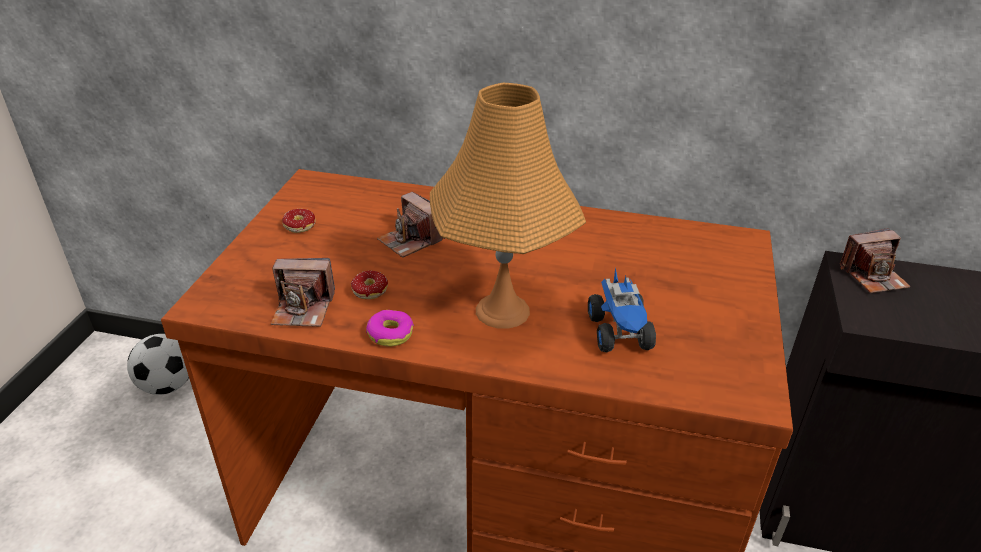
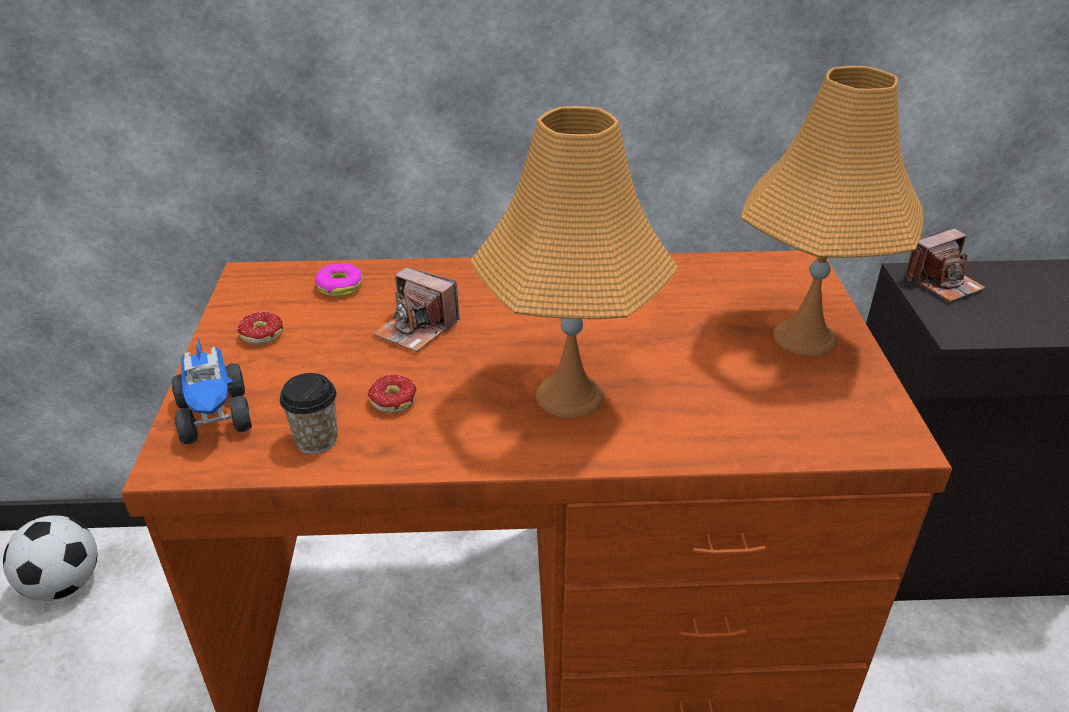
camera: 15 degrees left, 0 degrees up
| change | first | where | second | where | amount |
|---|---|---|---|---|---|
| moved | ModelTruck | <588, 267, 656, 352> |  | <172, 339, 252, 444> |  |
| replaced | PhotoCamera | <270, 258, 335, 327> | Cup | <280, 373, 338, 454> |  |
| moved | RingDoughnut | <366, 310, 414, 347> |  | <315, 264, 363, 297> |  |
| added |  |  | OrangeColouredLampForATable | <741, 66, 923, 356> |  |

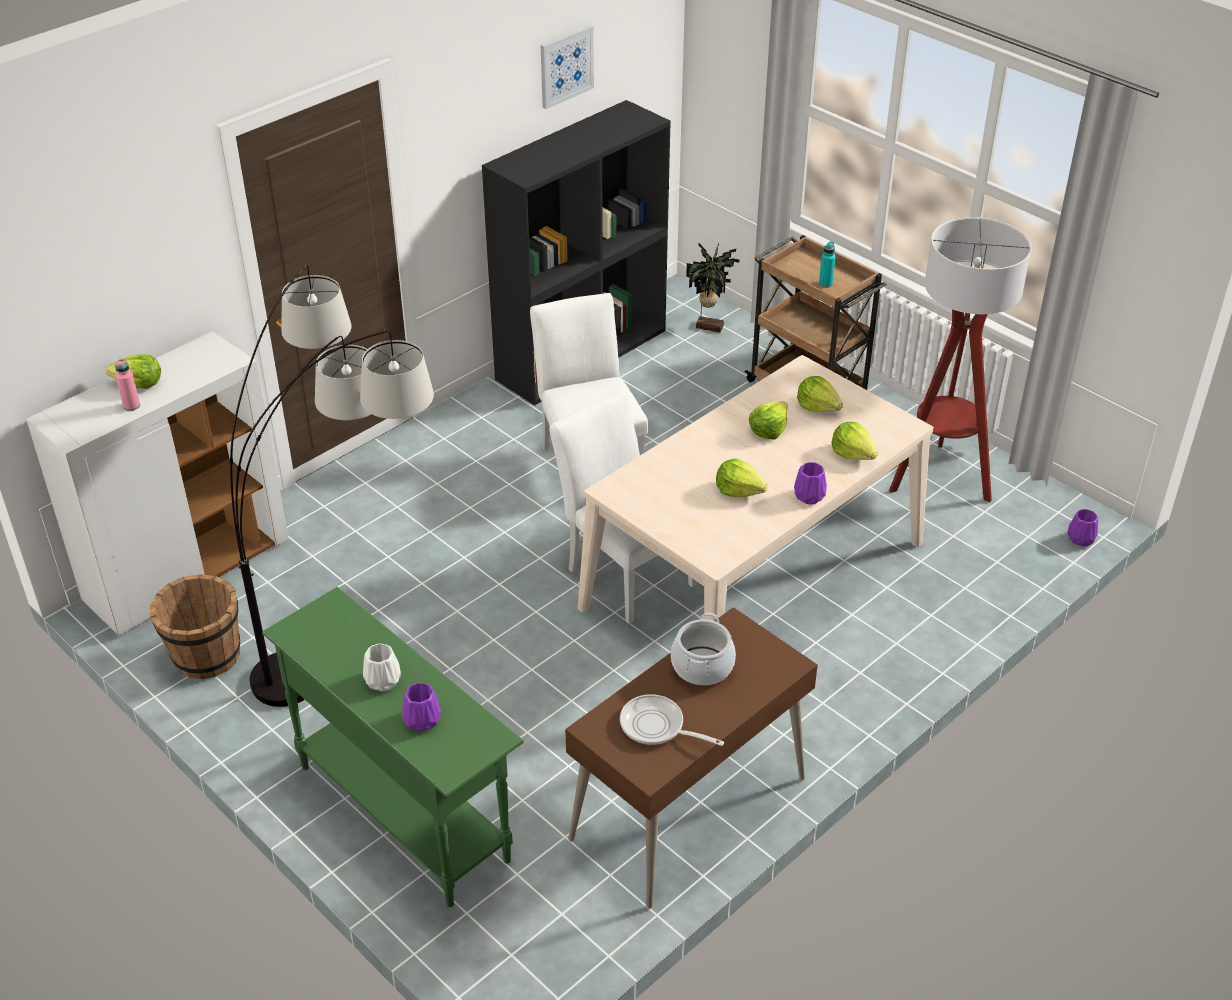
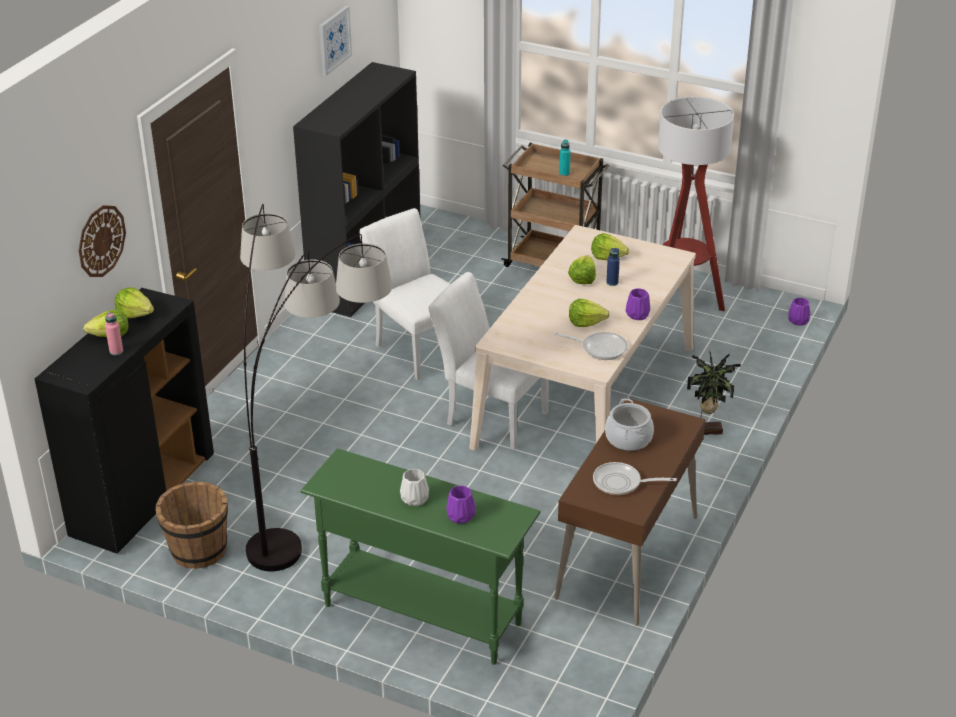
camera: 20 degrees left, 5 degrees down
| change | first | where | second | where | amount |
|---|---|---|---|---|---|
| recoloured | WhiteColouredStorageCabinet | <26, 332, 289, 636> | BlackStorageCabinet | <35, 288, 214, 554> |  |
| added |  |  | ClockOnTheWall | <78, 205, 126, 277> |  |
| moved | Lettuce | <831, 422, 878, 460> |  | <115, 287, 154, 318> |  |
| added |  |  | FryingPan | <553, 332, 628, 360> |  |
| added |  |  | BluishBeverageBottle | <606, 248, 620, 286> |  |
| moved | Houseplant | <686, 243, 740, 333> |  | <687, 351, 741, 435> |  |

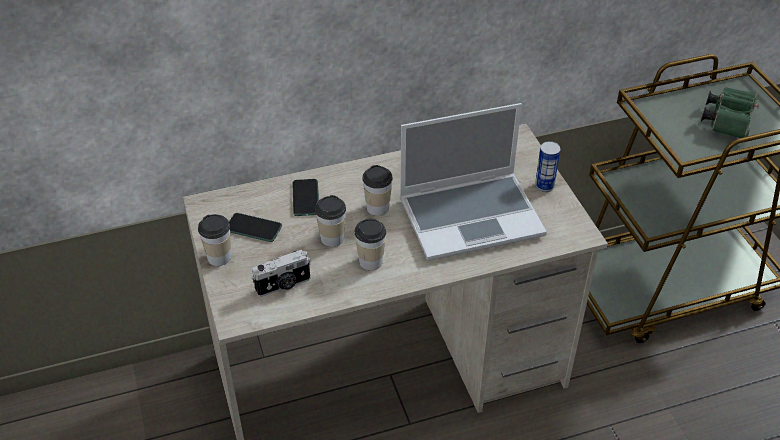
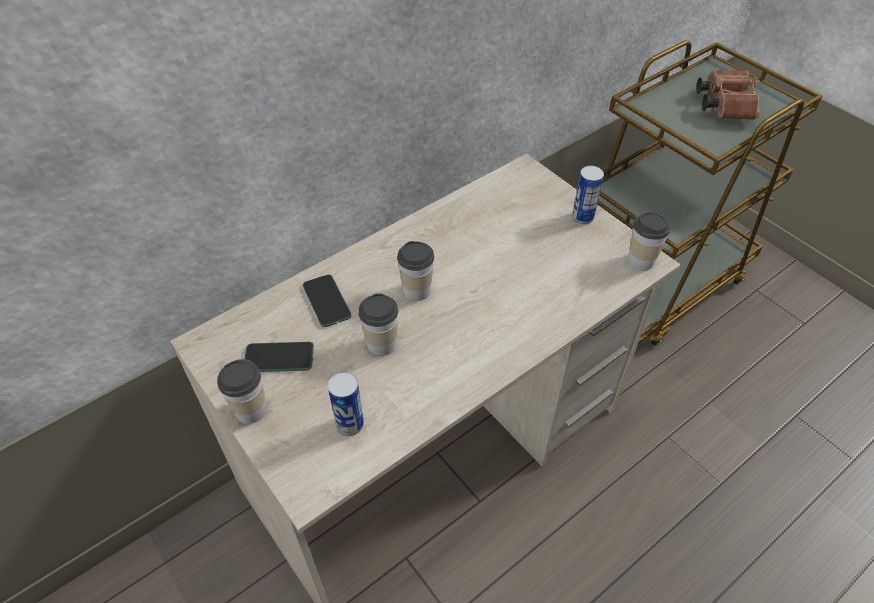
camera: 20 degrees left, 5 degrees up
| change | first | where | second | where | amount |
|---|---|---|---|---|---|
| replaced | PhotoCamera | <252, 250, 311, 297> | SealedCan | <328, 372, 364, 436> |  |
| moved | Cup | <355, 219, 386, 271> |  | <628, 212, 670, 271> |  |
| recoloured | GreenishBinoculars | <701, 87, 759, 138> | BrownColouredBinoculars | <696, 70, 760, 120> |  |
| removed | PortableComputer | <400, 103, 547, 261> |  |  |  |

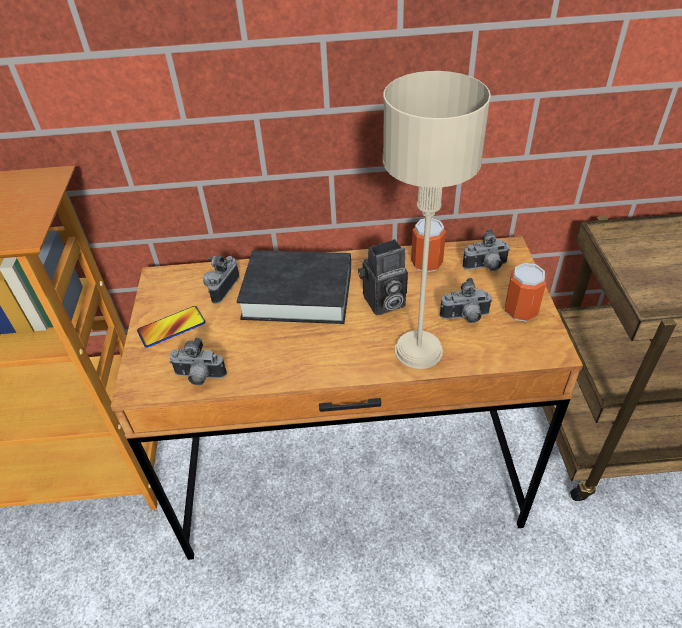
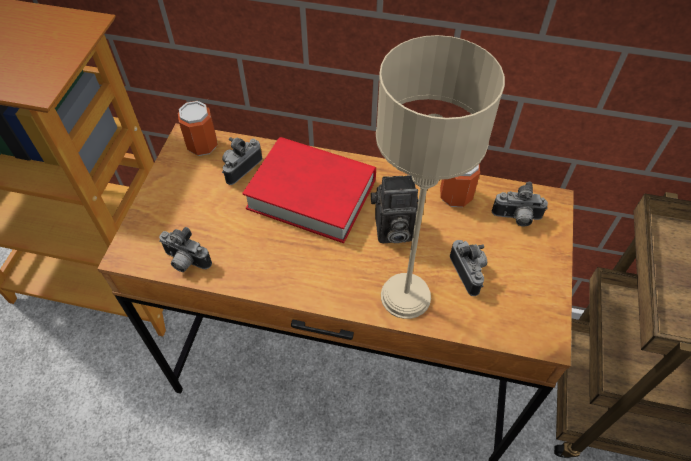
camera: 15 degrees right, 10 degrees up
| change | first | where | second | where | amount |
|---|---|---|---|---|---|
| moved | SealedCan | <505, 263, 546, 322> |  | <178, 101, 218, 156> |  |
| recoloured | BlackBook | <236, 250, 351, 324> | RedBook | <242, 137, 376, 243> |  |
| turned | PhotoCamera | <440, 278, 492, 323> |  | <450, 240, 487, 296> | 120 degrees counterclockwise |
| removed | Phone | <137, 306, 206, 348> |  |  |  |

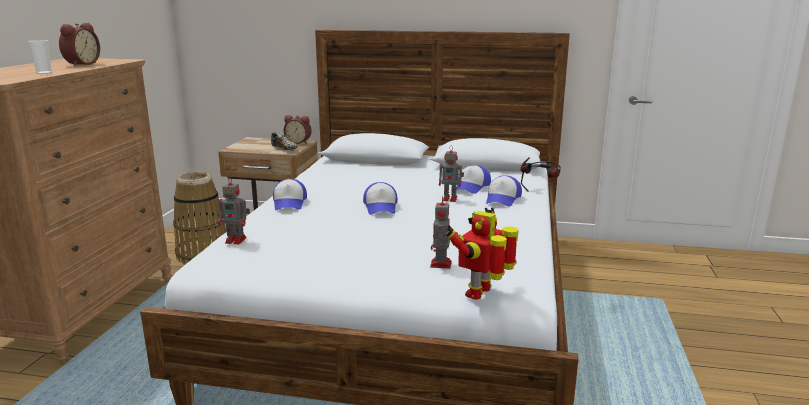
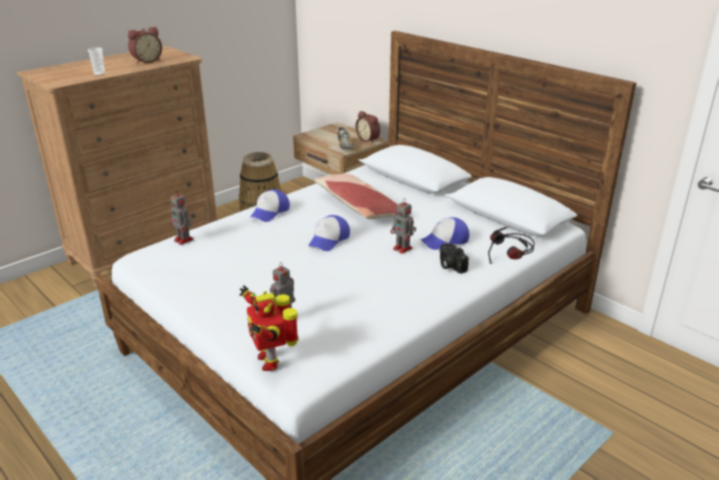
camera: 35 degrees right, 10 degrees up
| change | first | where | second | where | amount |
|---|---|---|---|---|---|
| turned | RobotFigure | <446, 208, 519, 300> |  | <240, 285, 299, 371> | 90 degrees counterclockwise |
| added |  |  | ThrowPillow | <314, 174, 398, 219> |  |
| replaced | BaseballCap | <486, 175, 522, 207> | PhotoCamera | <439, 243, 469, 274> |  |

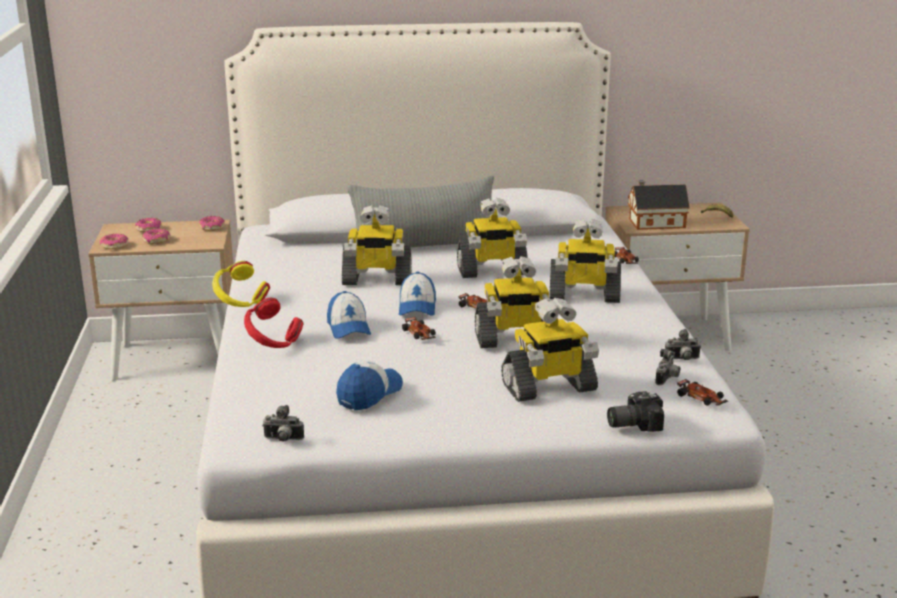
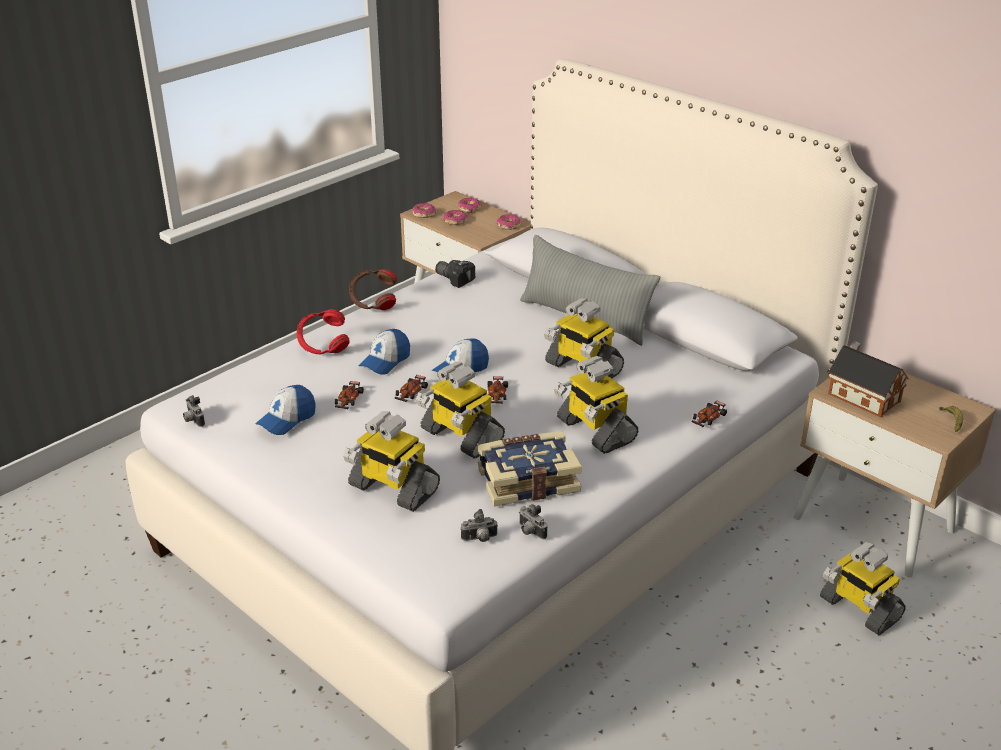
camera: 50 degrees right, 10 degrees up
| change | first | where | second | where | amount |
|---|---|---|---|---|---|
| turned | BaseballCap | <336, 360, 403, 410> |  | <255, 385, 316, 435> | 135 degrees clockwise |
| moved | ModelCar | <677, 379, 728, 406> |  | <335, 381, 364, 409> |  |
| recoloured | YellowColouredHeadphones | <212, 261, 270, 307> | BrownColouredHeadphones | <349, 269, 397, 310> |  |
| moved | PhotoCamera | <607, 391, 664, 432> |  | <435, 260, 475, 288> |  |
| added |  |  | Book | <478, 431, 582, 507> |  |
| moved | RobotFigure | <342, 205, 412, 285> |  | <820, 542, 906, 635> |  |

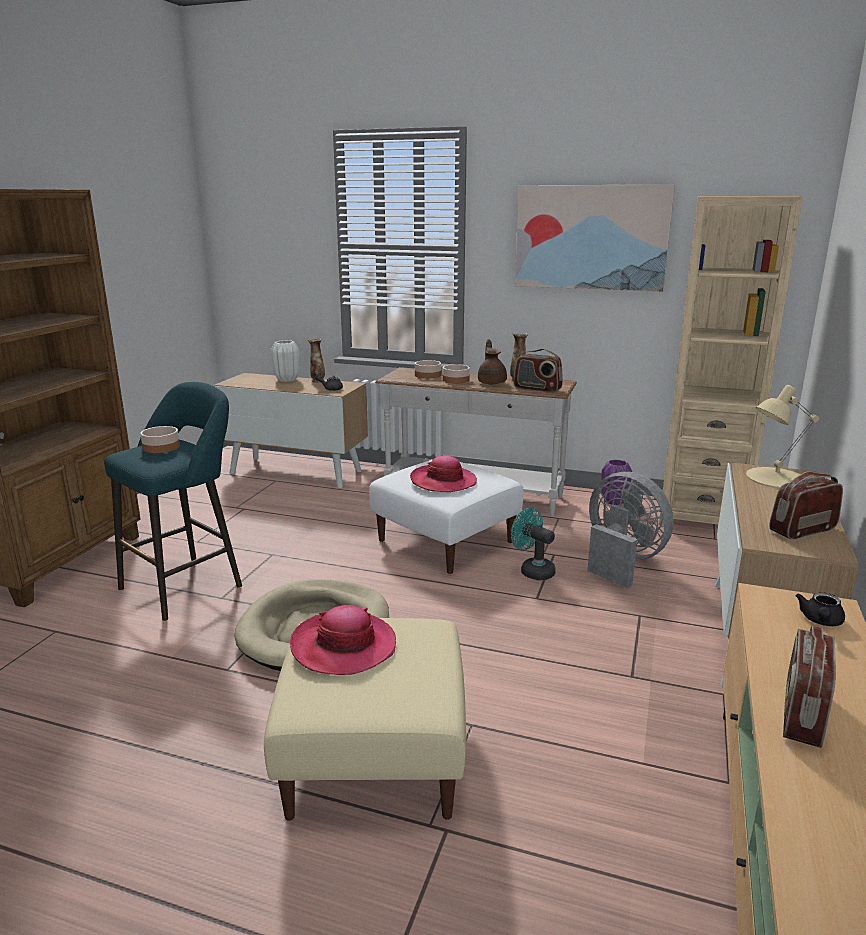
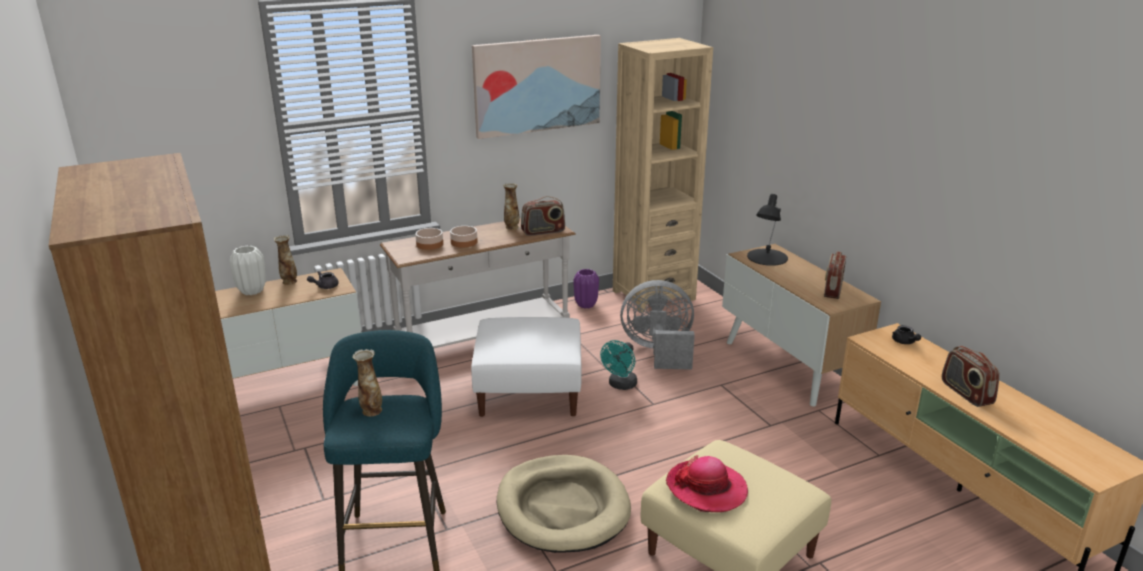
camera: 45 degrees left, 5 degrees up
| change | first | where | second | where | amount |
|---|---|---|---|---|---|
| replaced | DeepDish | <140, 426, 180, 453> | Vase | <352, 349, 382, 417> |  |
| turned | BlueGreenCoolingFan | <511, 508, 556, 580> |  | <600, 340, 637, 390> | 60 degrees counterclockwise |
| recoloured | BeigeColouredLampForATable | <746, 385, 819, 488> | BlackLampForATable | <747, 194, 788, 266> |  |
| removed | WearableHat | <410, 455, 477, 492> |  |  |  |
| removed | BrownColouredPotForTea | <478, 339, 507, 384> |  |  |  |

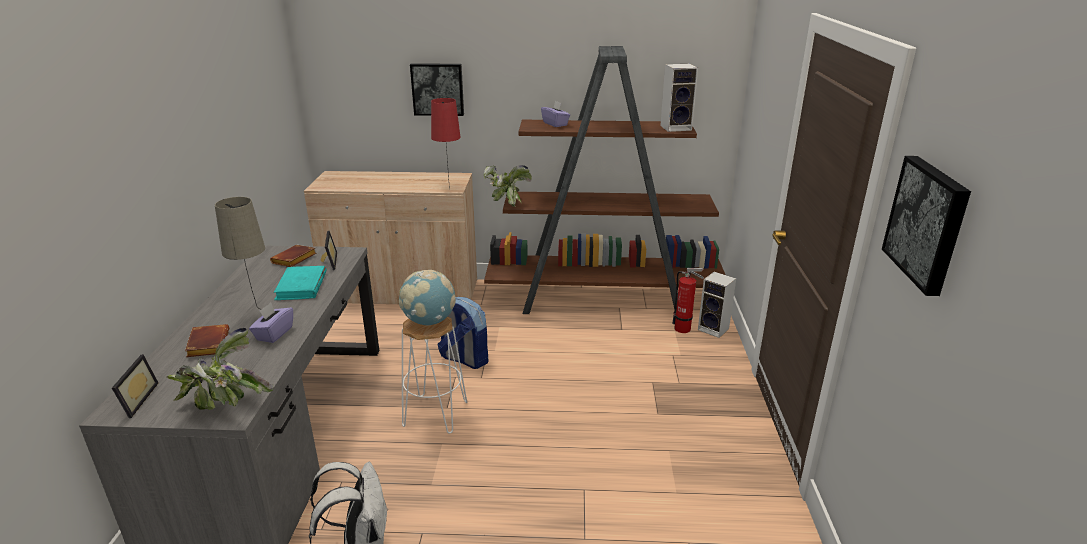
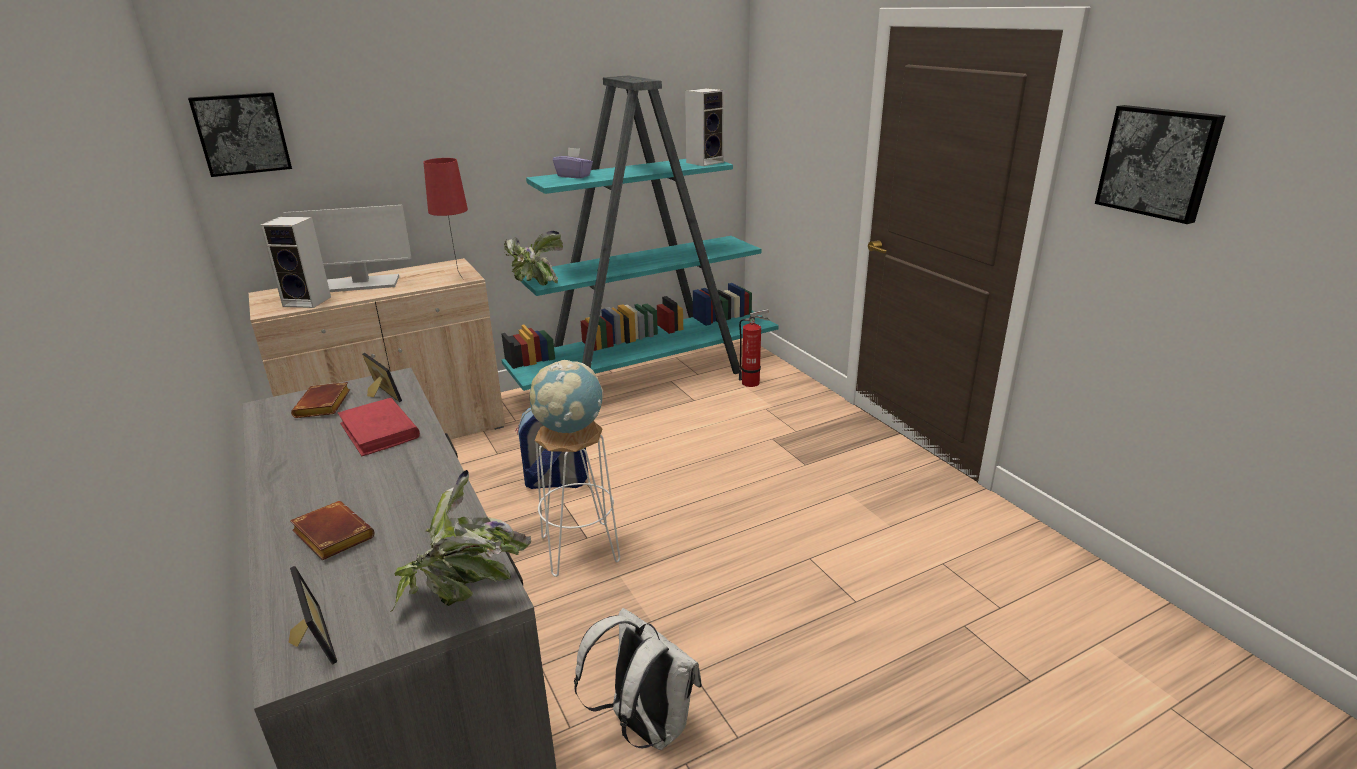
camera: 30 degrees left, 0 degrees up
| change | first | where | second | where | amount |
|---|---|---|---|---|---|
| moved | Picture | <410, 63, 464, 116> |  | <188, 92, 292, 177> |  |
| moved | Speaker | <698, 272, 736, 338> |  | <260, 217, 331, 308> |  |
| added |  |  | ComputerScreen | <283, 205, 412, 292> |  |
| recoloured | BlueGreenBook | <274, 266, 326, 300> | RedBook | <338, 398, 420, 456> |  |
| recoloured | BrownColouredBookcase | <484, 46, 725, 314> | BlueGreenBookcase | <501, 76, 779, 391> |  |
| removed | BeigeColouredLampForATable | <215, 197, 265, 309> |  |  |  |
| removed | PurplishTissueHolder | <249, 303, 293, 343> |  |  |  |

